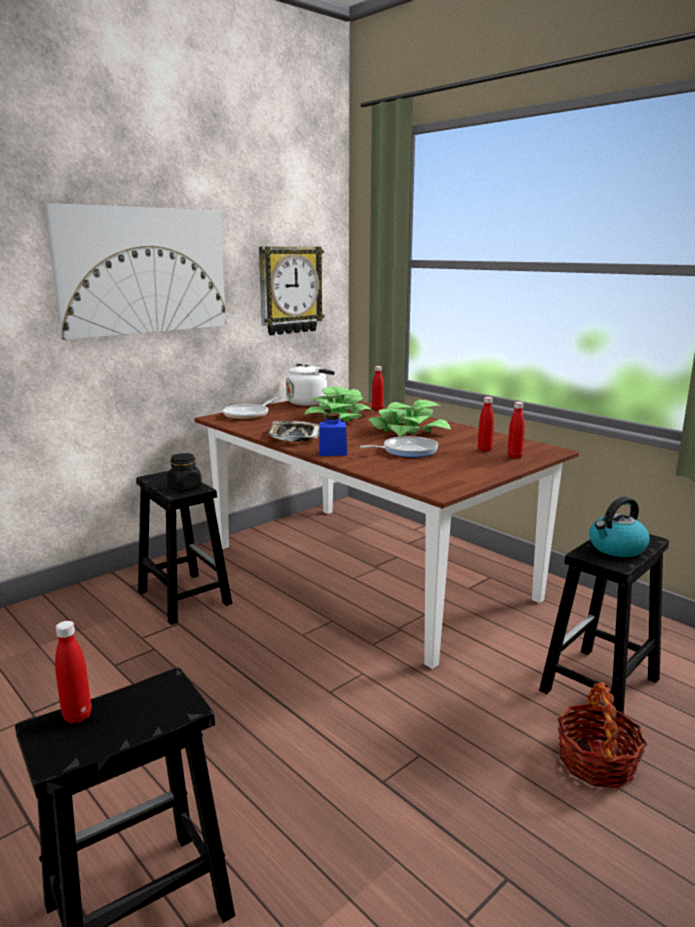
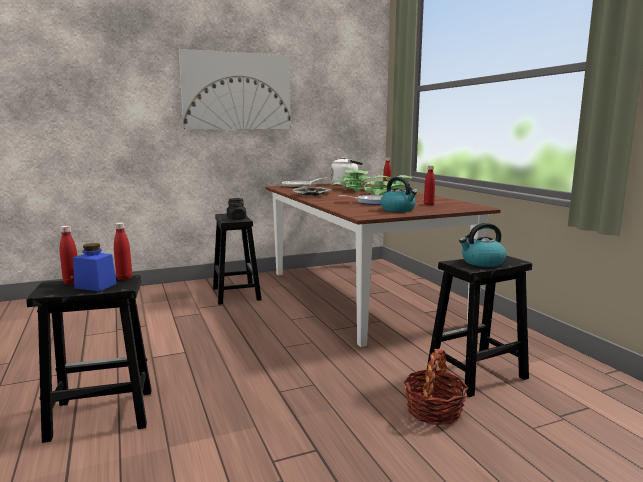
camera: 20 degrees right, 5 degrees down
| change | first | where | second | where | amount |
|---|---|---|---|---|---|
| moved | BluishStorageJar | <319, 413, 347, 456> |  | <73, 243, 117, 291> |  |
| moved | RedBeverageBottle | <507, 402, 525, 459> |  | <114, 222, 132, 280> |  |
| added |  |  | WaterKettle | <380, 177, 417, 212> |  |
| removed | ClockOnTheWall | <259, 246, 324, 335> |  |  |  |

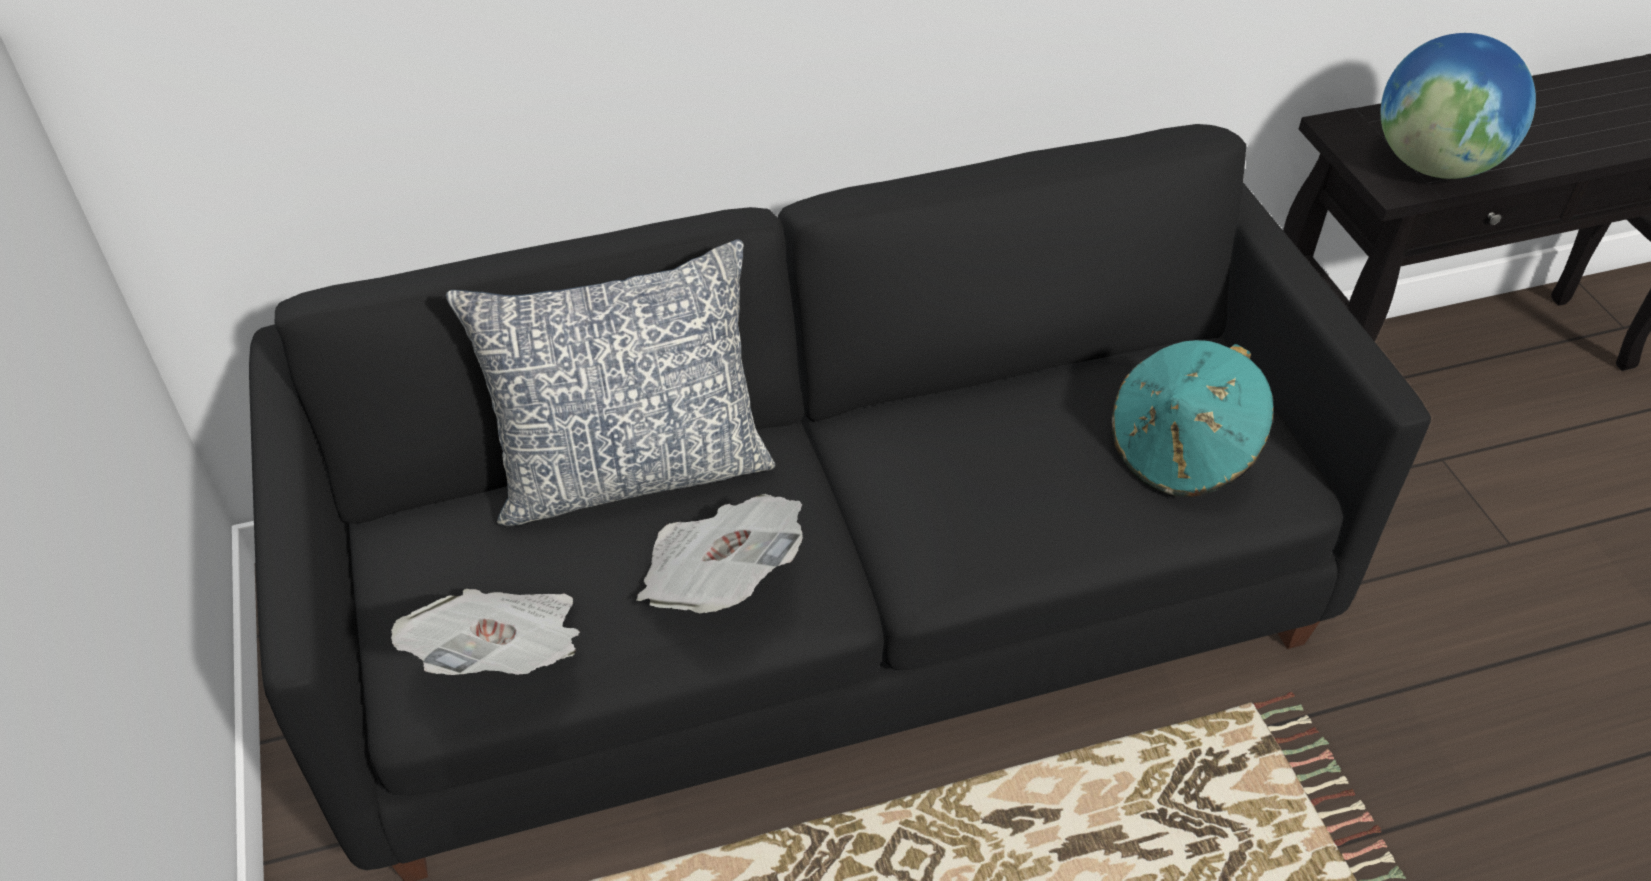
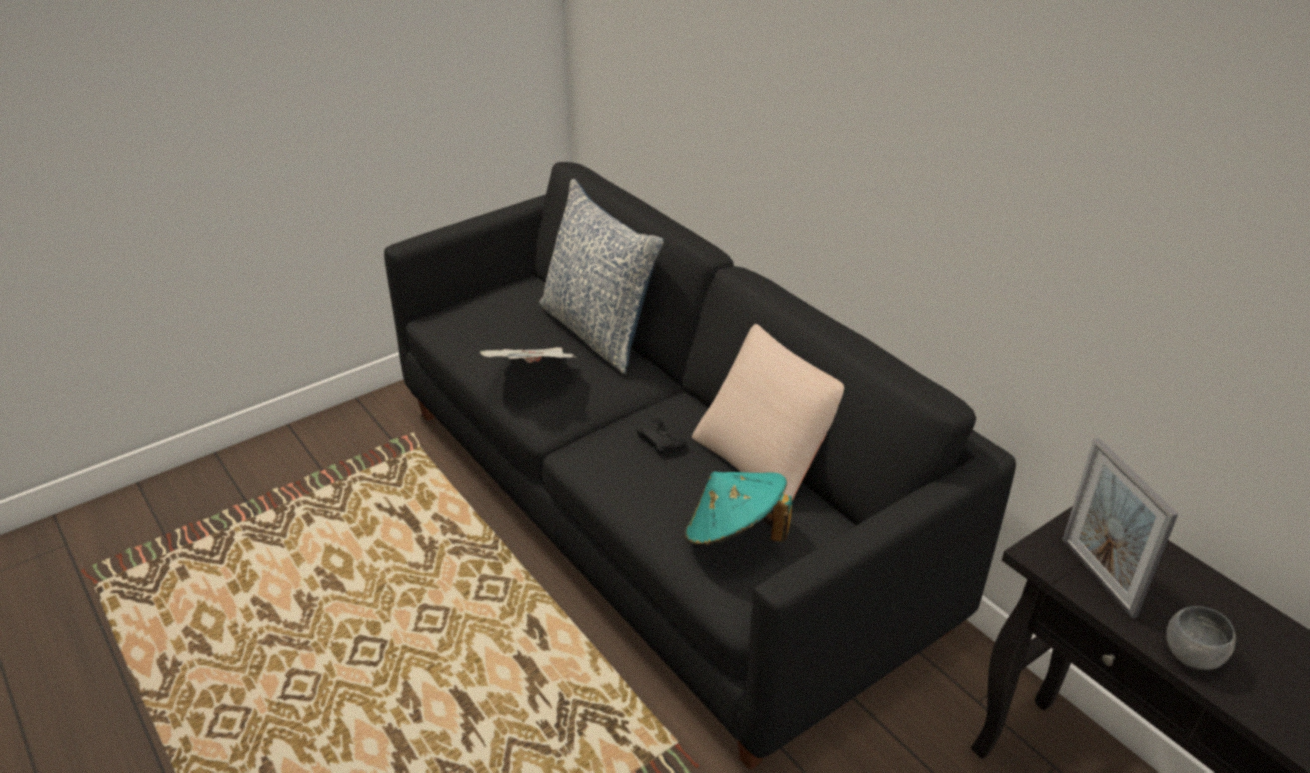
camera: 70 degrees right, 10 degrees down
| change | first | where | second | where | amount |
|---|---|---|---|---|---|
| added |  |  | BlackJoypad | <636, 418, 687, 455> |  |
| added |  |  | BeigeColouredThrowPillow | <692, 324, 844, 502> |  |
| replaced | DeskGlobe | <1381, 33, 1536, 179> | PictureFrame | <1062, 438, 1178, 619> |  |
| added |  |  | GreyishDeepDish | <1166, 606, 1236, 670> |  |
| removed | DailyPaper | <391, 589, 580, 675> |  |  |  |

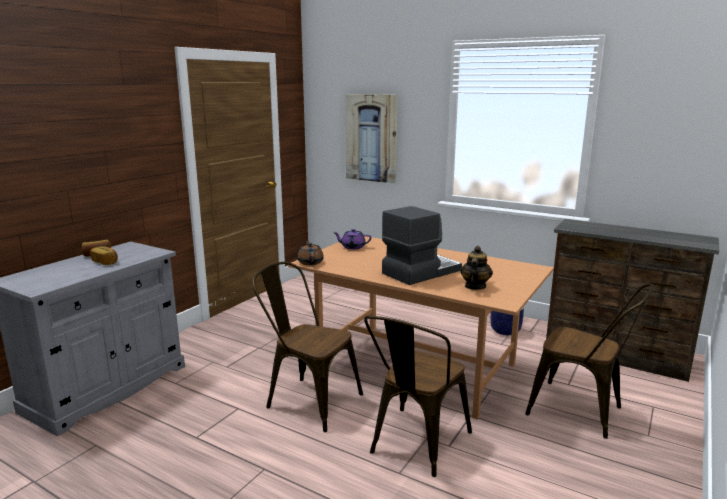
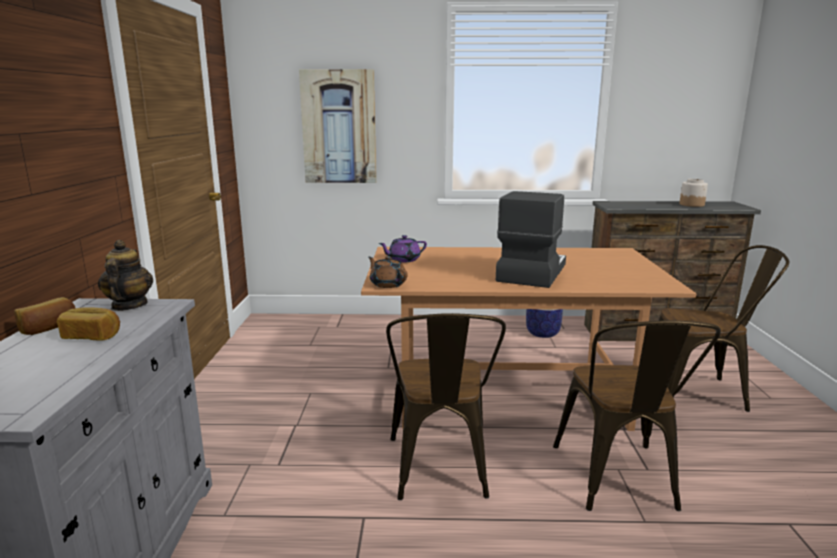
camera: 30 degrees left, 0 degrees up
| change | first | where | second | where | amount |
|---|---|---|---|---|---|
| moved | PotForTea | <460, 246, 493, 290> |  | <98, 240, 153, 311> |  |
| turned | BrownColouredPlainChair | <252, 262, 363, 432> |  | <386, 313, 506, 500> | 90 degrees counterclockwise |
| added |  |  | StorageJar | <679, 179, 708, 207> |  |

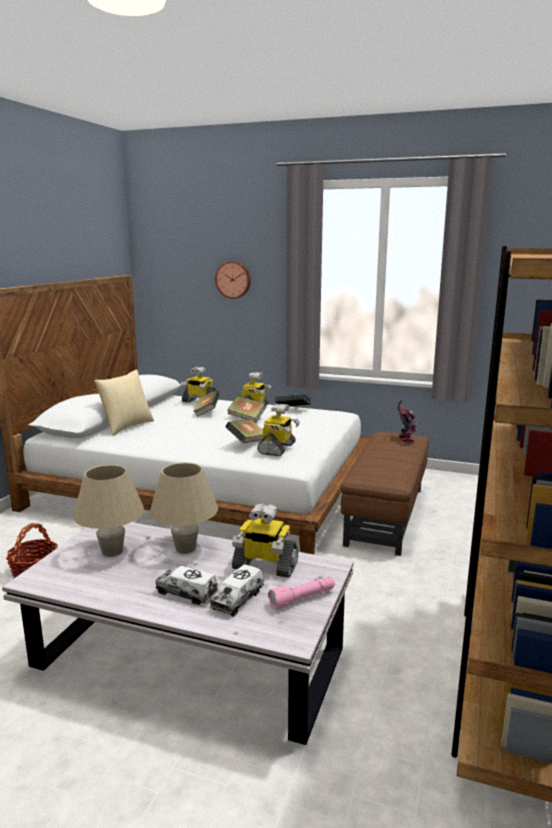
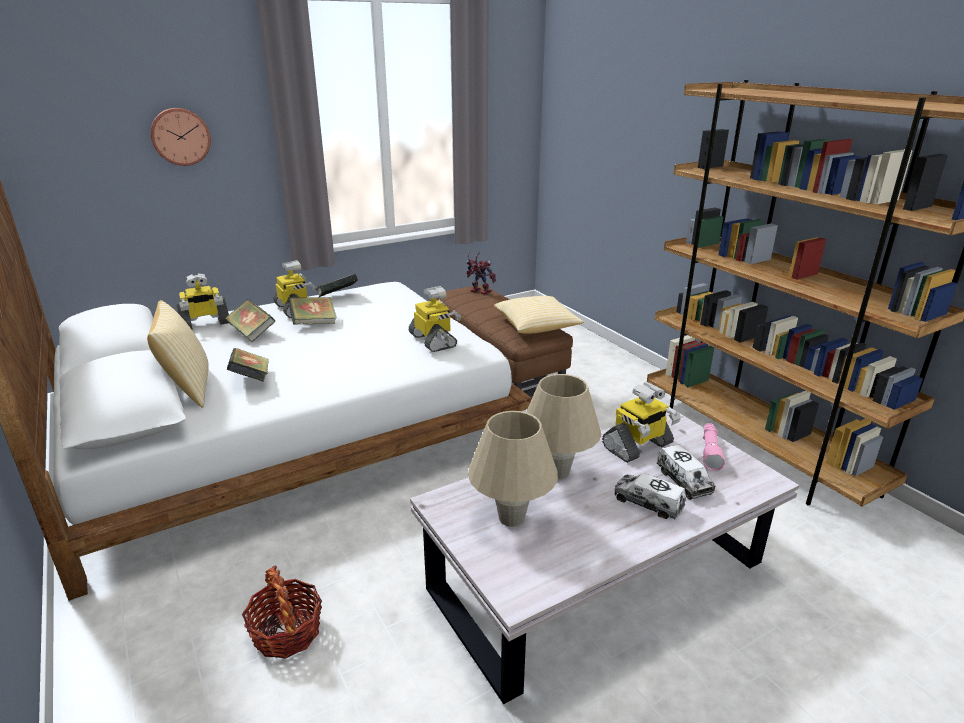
camera: 50 degrees left, 10 degrees up
| change | first | where | second | where | amount |
|---|---|---|---|---|---|
| moved | Book | <226, 419, 263, 443> |  | <227, 348, 269, 382> |  |
| added |  |  | ThrowPillow | <494, 296, 583, 334> |  |
| turned | ModelTruck | <156, 566, 218, 605> |  | <614, 473, 686, 520> | 60 degrees clockwise |

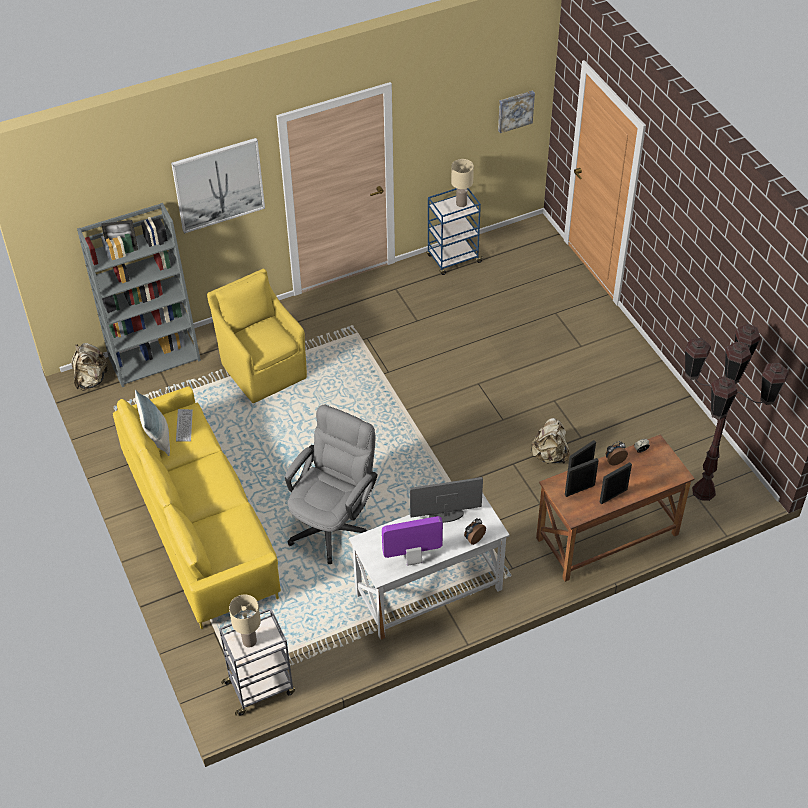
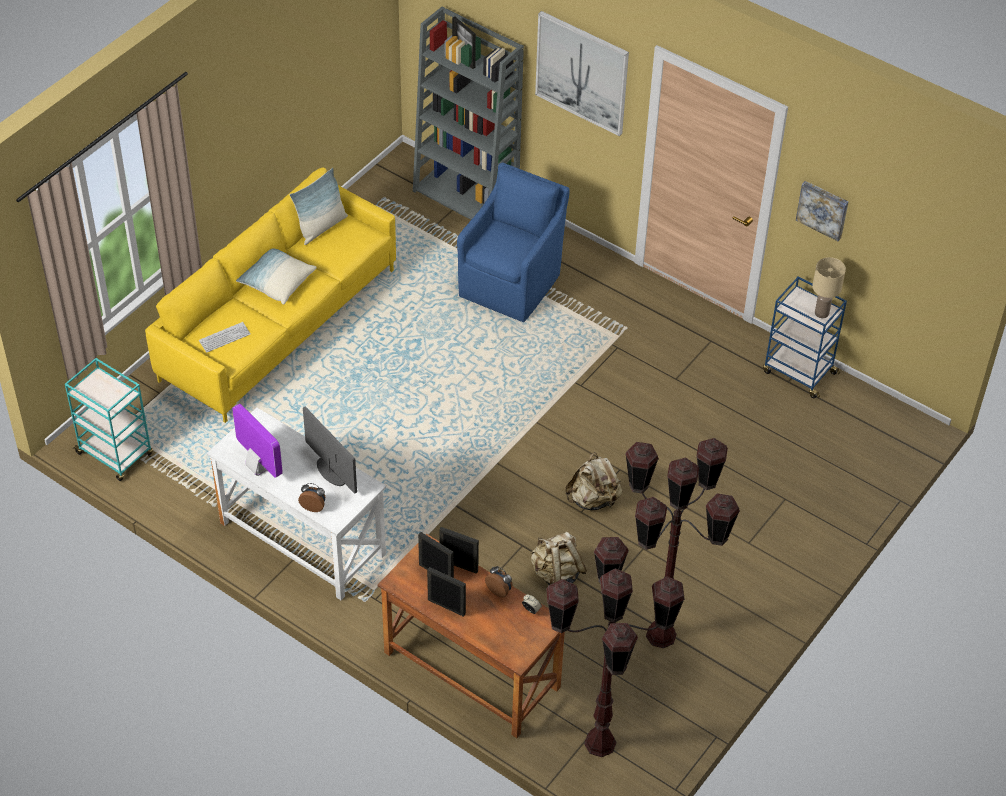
camera: 60 degrees right, 0 degrees up
| change | first | where | second | where | amount |
|---|---|---|---|---|---|
| recoloured | GreyishTrolley | <219, 608, 295, 716> | BlueGreenTrolley | <65, 358, 153, 481> |  |
| moved | ComputerKeyboard | <176, 409, 193, 441> |  | <199, 322, 251, 353> |  |
| added |  |  | ThrowPillow | <236, 248, 317, 305> |  |
| recoloured | YellowColouredEasyChair | <207, 269, 307, 403> | BluishEasyChair | <457, 162, 569, 322> |  |
| moved | BeigeColouredRucksack | <71, 343, 109, 391> |  | <565, 452, 623, 510> |  |
| added |  |  | BrownColouredStandardLamp | <625, 438, 740, 648> |  |
| moved | Picture | <498, 90, 535, 133> |  | <796, 181, 848, 241> |  |
| removed | BeigeColouredLampForATable | <229, 595, 261, 648> |  |  |  |
| removed | GreyishDeskChair | <285, 404, 378, 564> |  |  |  |

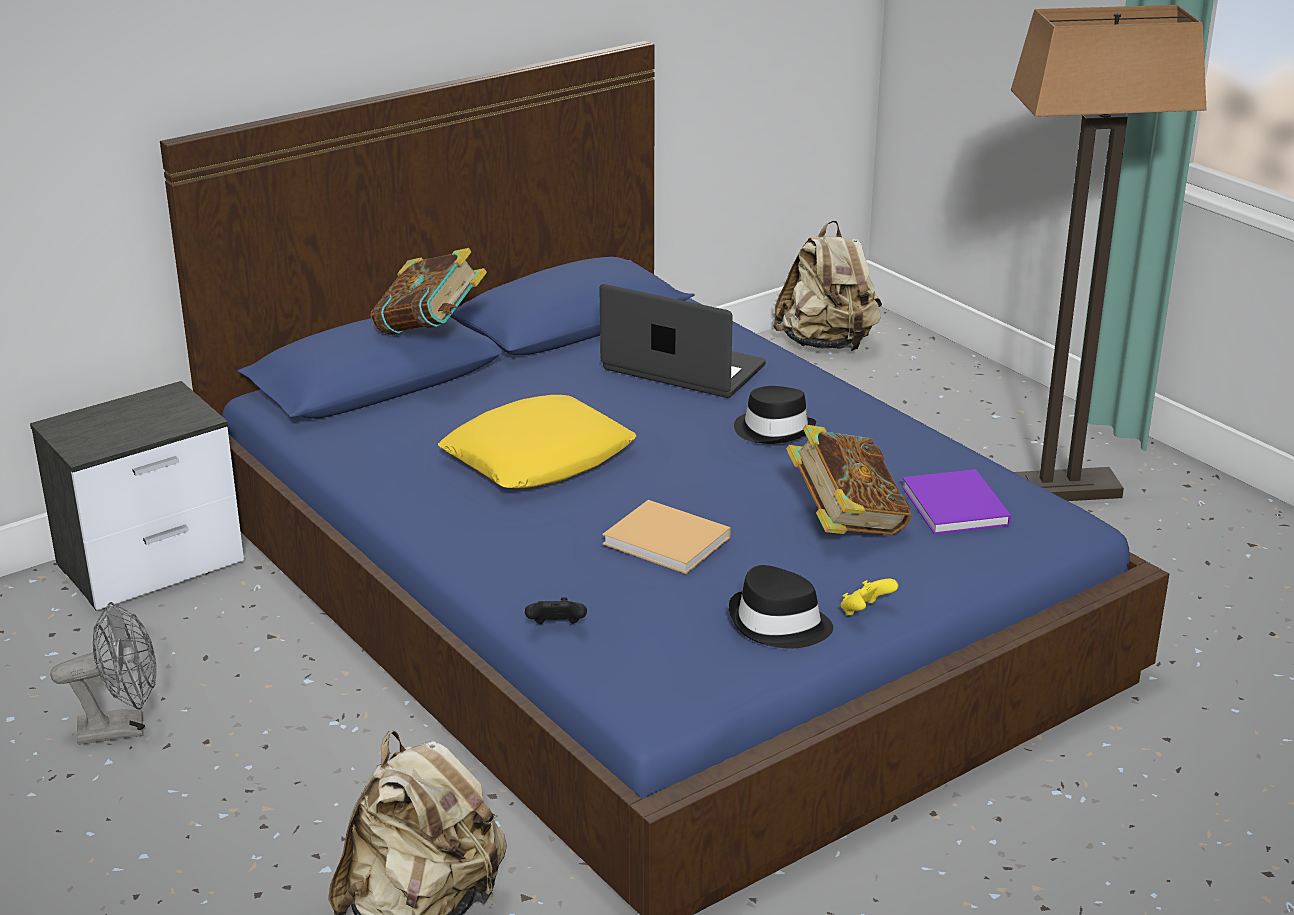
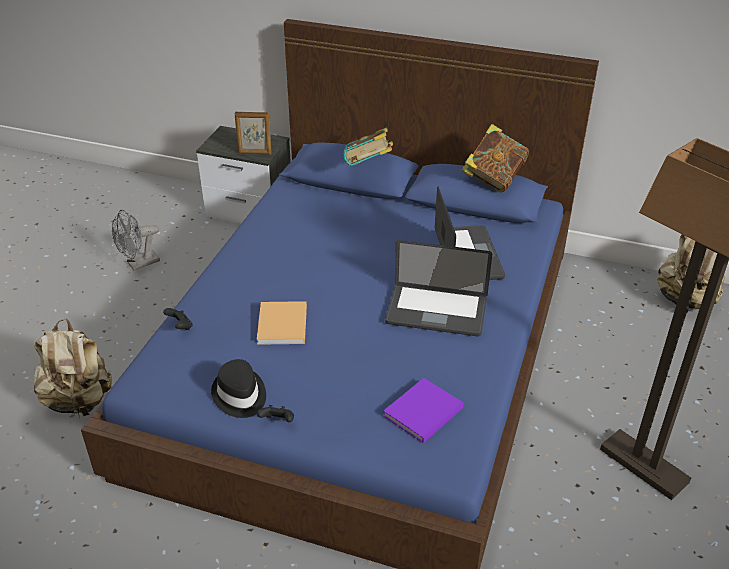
camera: 55 degrees right, 10 degrees up
| change | first | where | second | where | amount |
|---|---|---|---|---|---|
| turned | GreyishCoolingFan | <50, 602, 156, 745> |  | <112, 210, 160, 271> | 105 degrees clockwise |
| added |  |  | PictureFrame | <235, 112, 272, 154> |  |
| recoloured | YellowColouredJoypad | <841, 579, 898, 615> | BlackJoypad | <257, 405, 294, 422> |  |
| replaced | BlackWearableHat | <734, 386, 816, 444> | PortableComputer | <385, 240, 492, 336> |  |
| moved | Book | <786, 425, 912, 535> |  | <461, 124, 529, 192> |  |
| removed | YellowColouredThrowPillow | <438, 395, 636, 488> |  |  |  |

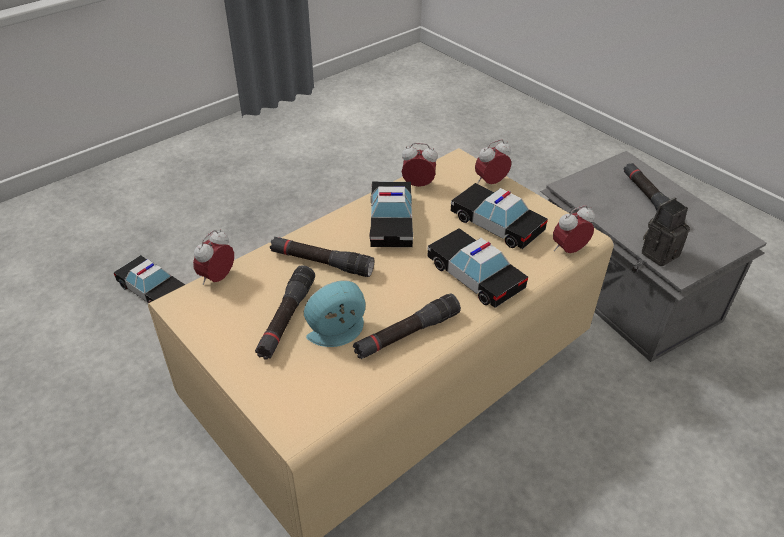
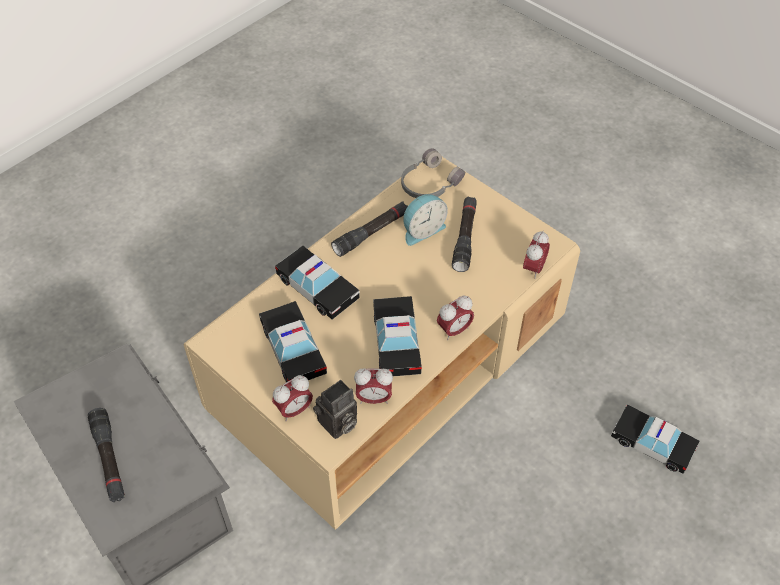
camera: 175 degrees right, 10 degrees up
| change | first | where | second | where | amount |
|---|---|---|---|---|---|
| turned | ModelCar | <451, 183, 548, 249> |  | <259, 301, 327, 382> | 150 degrees counterclockwise |
| moved | PhotoCamera | <642, 197, 690, 266> |  | <313, 380, 357, 439> |  |
| added |  |  | GreyishHeadphones | <401, 148, 465, 198> |  |
| moved | BedsideClock | <553, 205, 595, 253> |  | <437, 296, 474, 340> |  |
| removed | BlackFlashlight | <270, 237, 374, 277> |  |  |  |

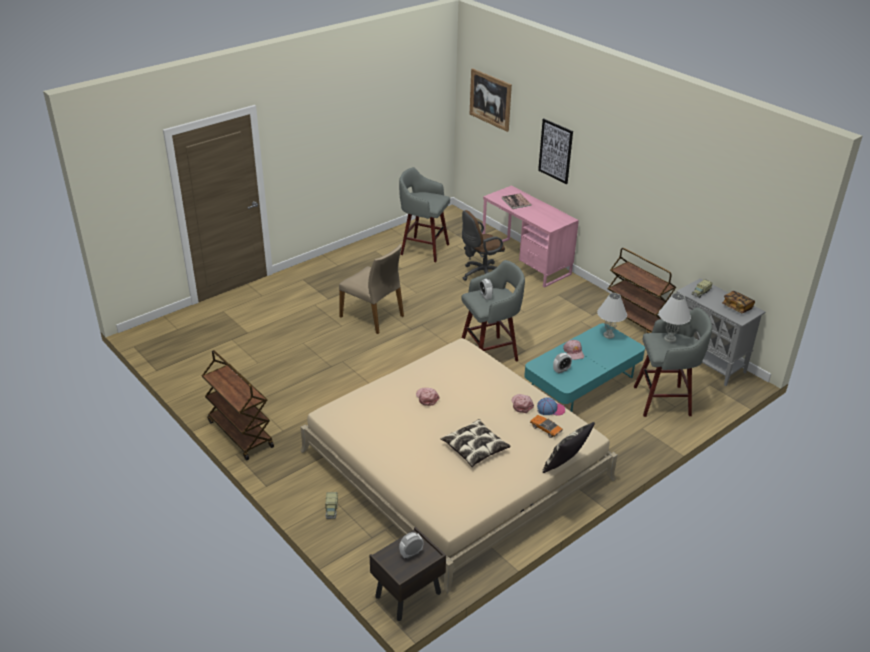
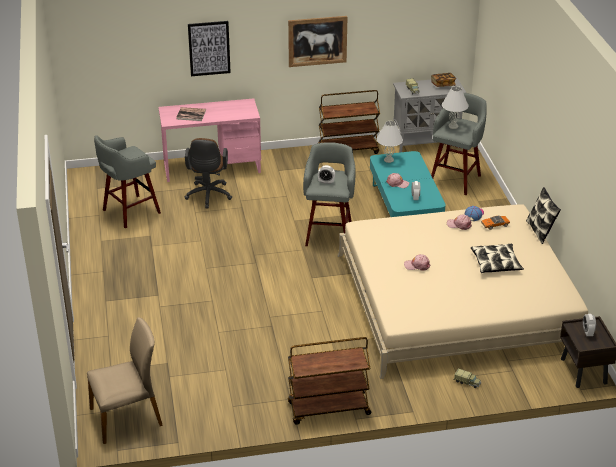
camera: 60 degrees left, 0 degrees up
| change | first | where | second | where | amount |
|---|---|---|---|---|---|
| moved | BeigeColouredPlainChair | <339, 244, 404, 334> |  | <87, 317, 163, 444> |  |
| moved | Picture | <470, 68, 512, 132> |  | <288, 16, 347, 67> |  |

